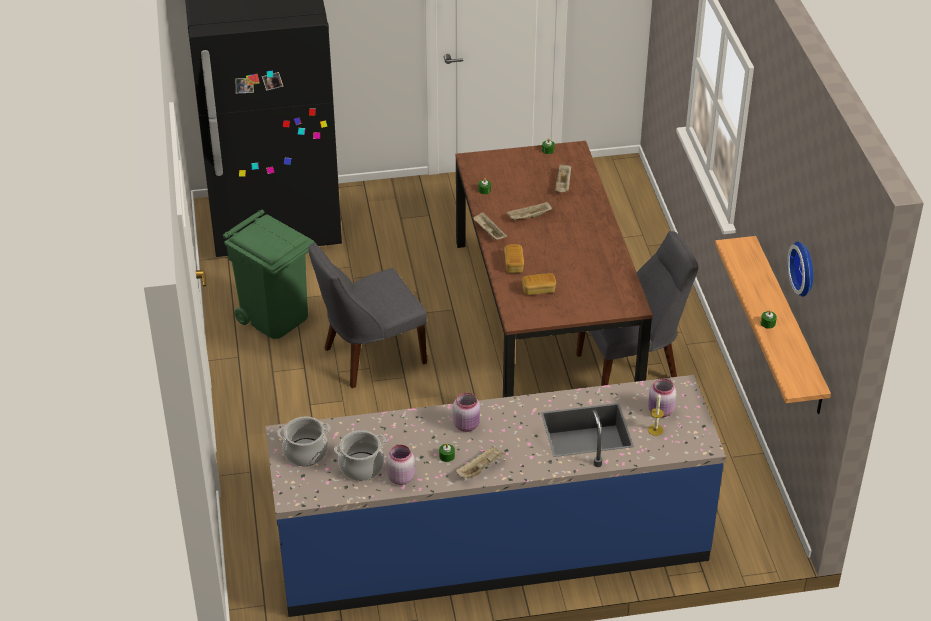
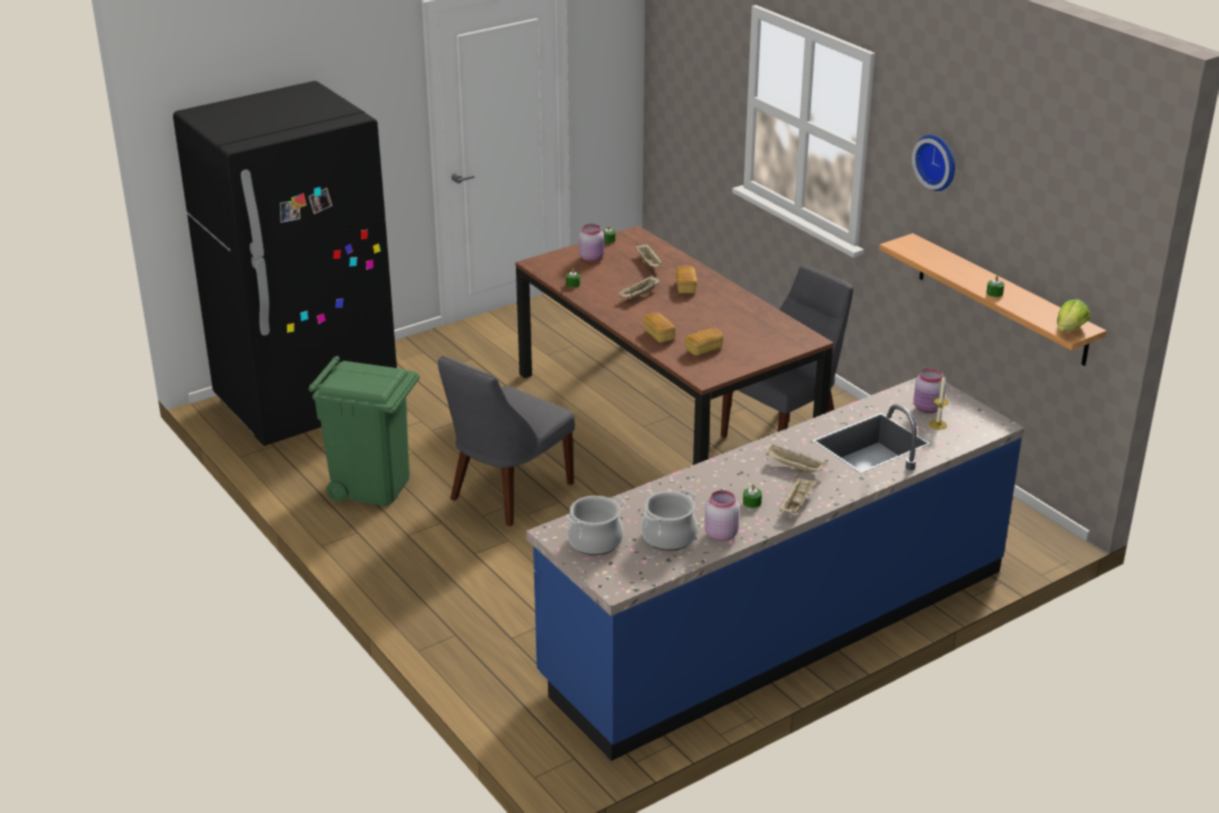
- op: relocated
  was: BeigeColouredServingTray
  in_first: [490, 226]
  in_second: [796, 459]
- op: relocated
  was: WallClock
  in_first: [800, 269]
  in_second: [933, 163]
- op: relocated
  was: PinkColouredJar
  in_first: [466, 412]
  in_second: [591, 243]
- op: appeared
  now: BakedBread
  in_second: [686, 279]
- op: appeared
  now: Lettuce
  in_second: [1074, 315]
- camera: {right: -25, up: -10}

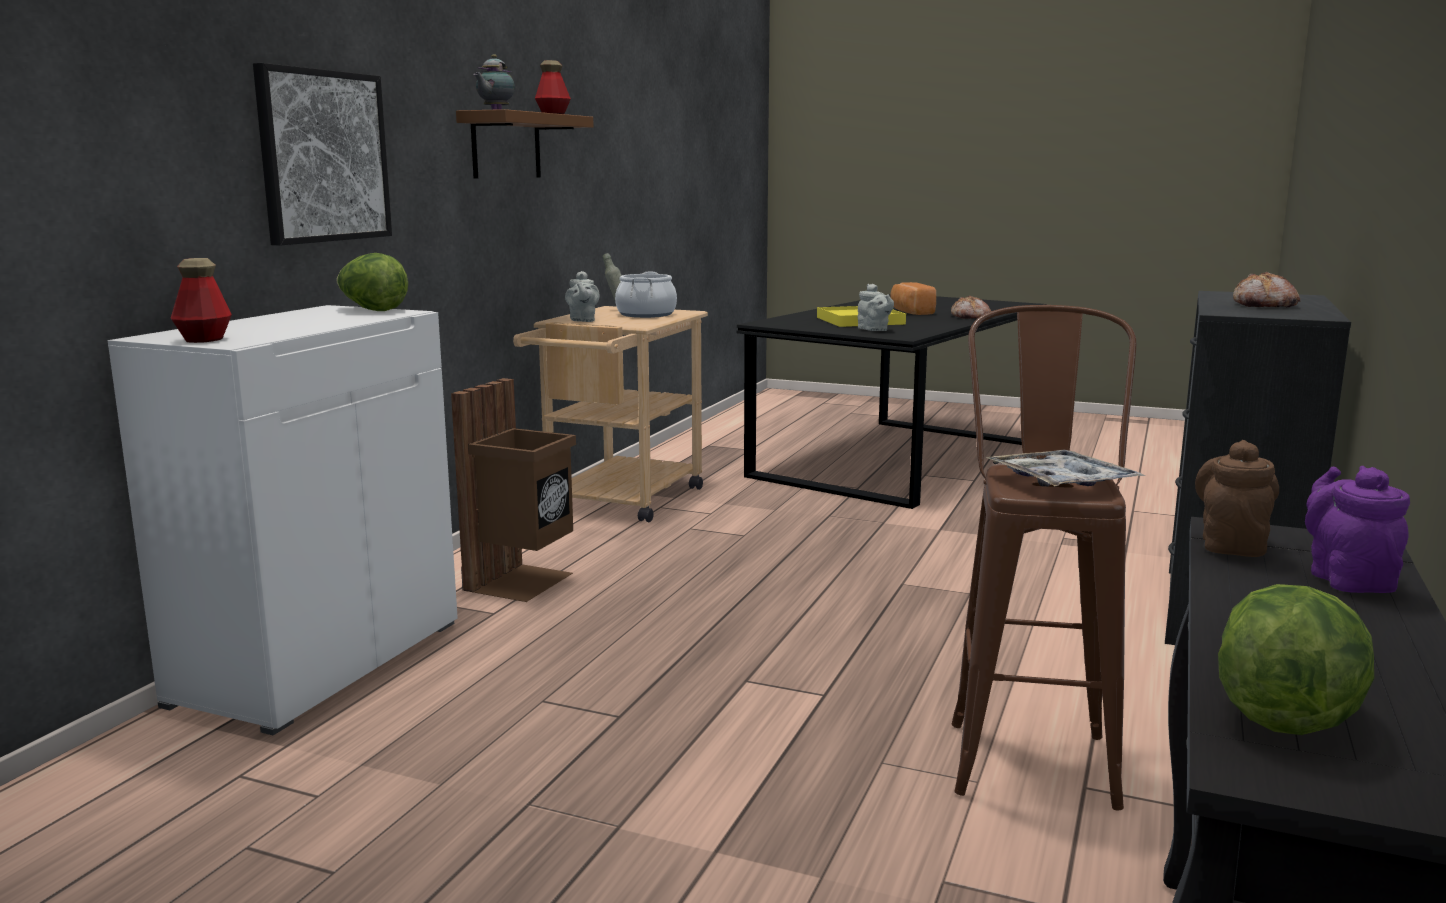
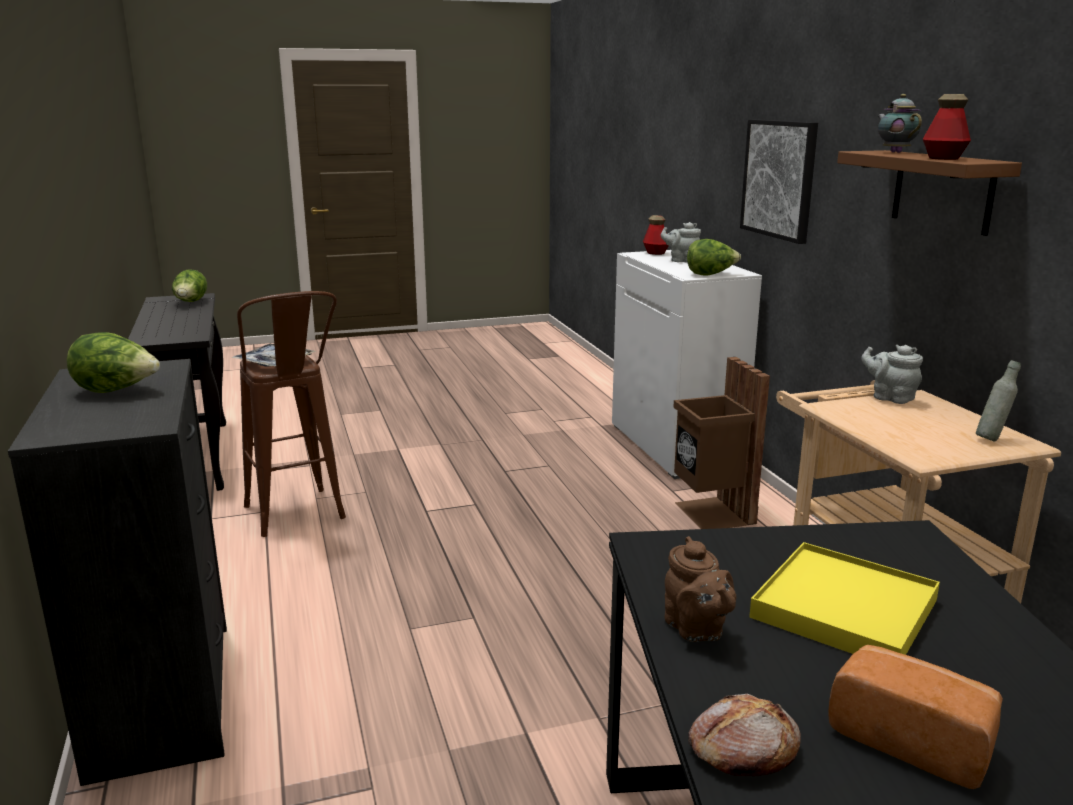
- op: missing
  was: Saucepot
  in_first: [646, 295]
- op: exchanged
  was: BakedBread
  now: Lettuce
  in_first: [1266, 289]
  in_second: [113, 362]
- op: relocated
  was: GreyishTeapot
  in_first: [875, 307]
  in_second: [681, 242]
- op: relocated
  was: BrownTeapot
  in_first: [1237, 498]
  in_second: [700, 589]
- op: missing
  was: PurplishTeapot
  in_first: [1357, 529]
- camera: {right: 140, up: 5}

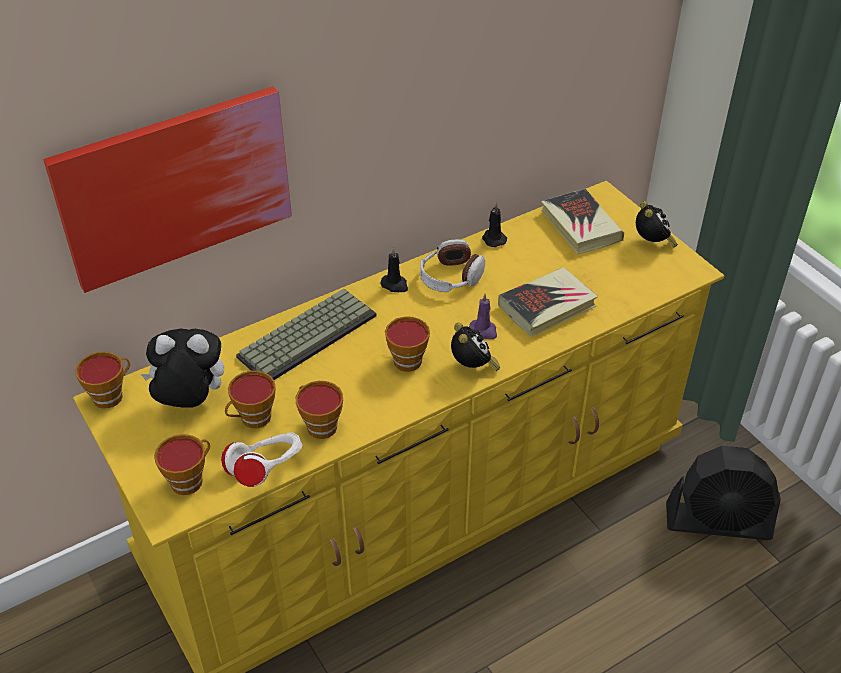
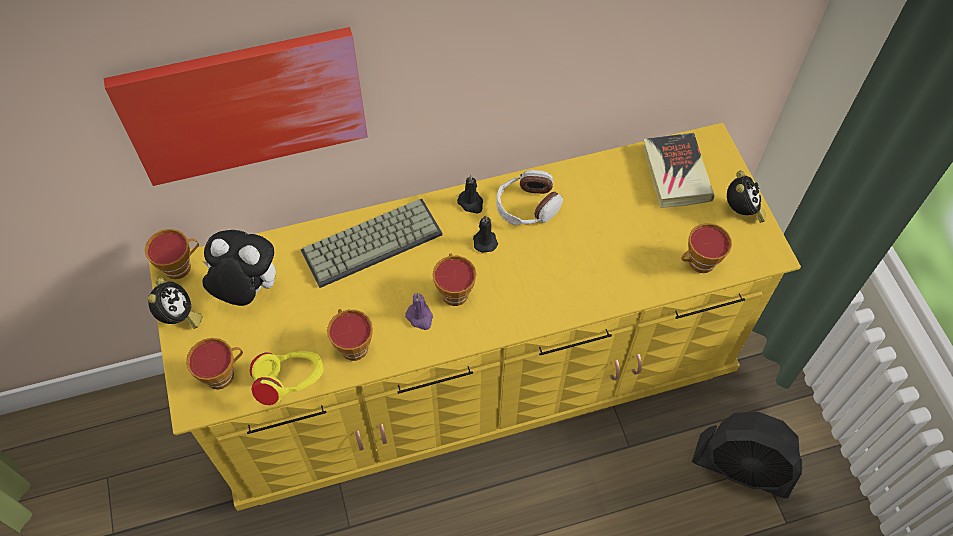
- op: relocated
  was: BlackColouredWaxLight
  in_first: [494, 225]
  in_second: [485, 234]
- op: missing
  was: Book
  in_first: [548, 302]
- op: relocated
  was: PurplishWaxLight
  in_first: [483, 316]
  in_second: [419, 311]
- op: relocated
  was: BedsideClock
  in_first: [475, 347]
  in_second: [174, 303]
- op: relocated
  was: Cup
  in_first: [250, 399]
  in_second: [706, 248]
- op: colour
  was: WhitishPairOfHeadphones
  now: YellowishPairOfHeadphones
  in_first: [261, 460]
  in_second: [287, 378]
- camera: {right: 15, up: 15}

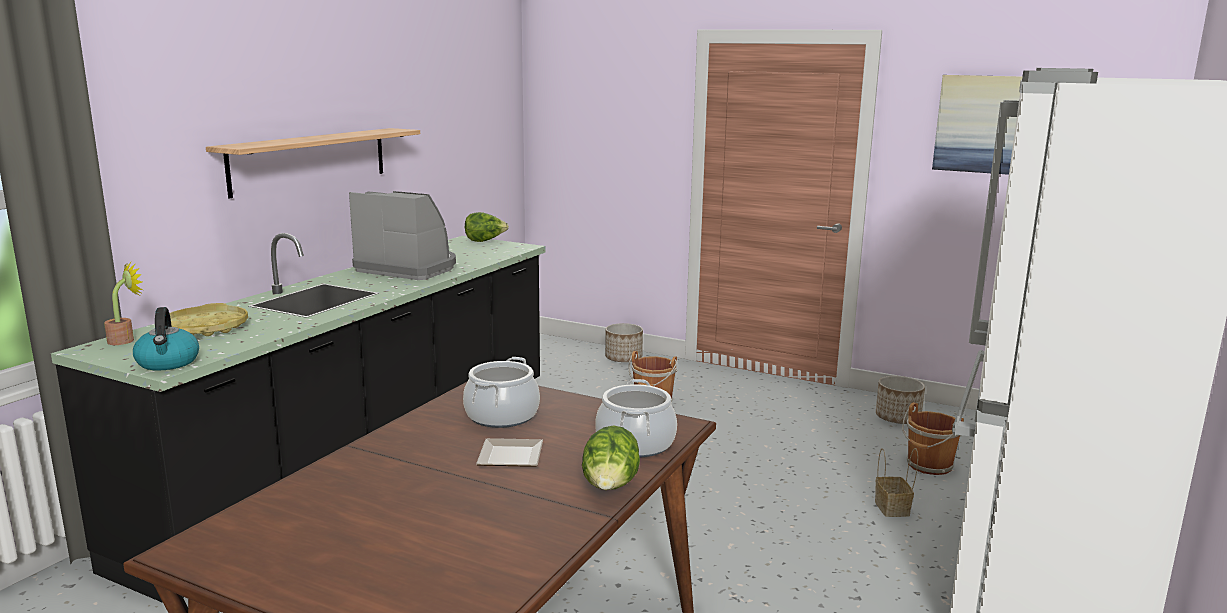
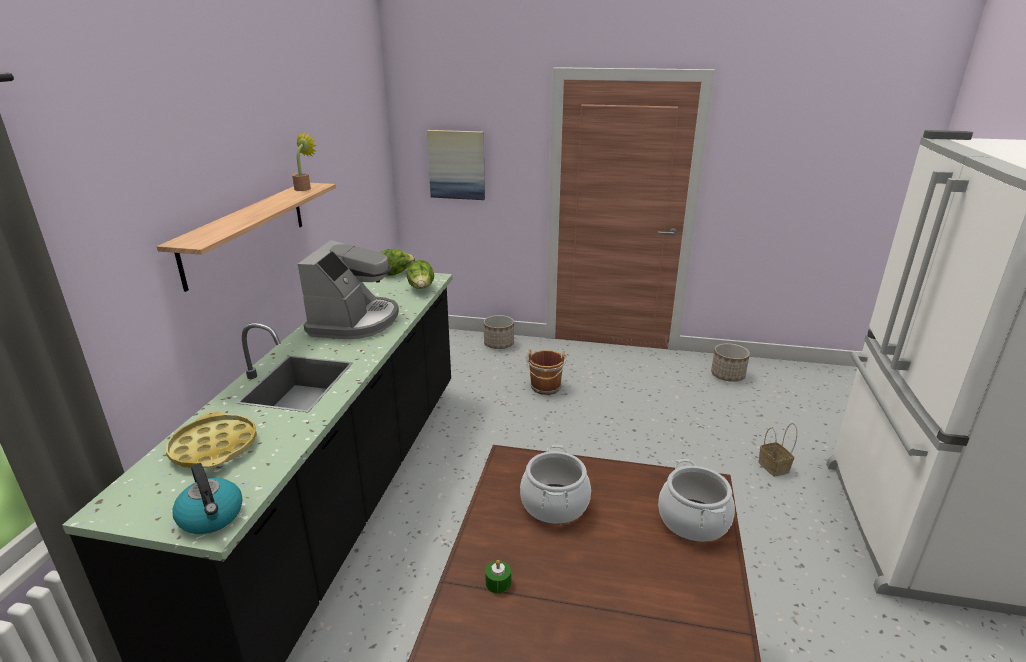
- op: relocated
  was: Picture
  in_first: [977, 125]
  in_second: [456, 165]
- op: spun
  was: CoffeeMachine
  in_first: [402, 235]
  in_second: [348, 290]
  clockwise: 90
- op: relocated
  was: PlantInAPot
  in_first: [123, 303]
  in_second: [304, 161]
- op: missing
  was: BrownBucket
  in_first: [933, 438]
- op: relocated
  was: Lettuce
  in_first: [611, 457]
  in_second: [420, 274]
- op: missing
  was: Plate
  in_first: [509, 452]
- op: appeared
  now: GreenColouredWaxLight
  in_second: [498, 576]
- camera: {right: -15, up: 10}

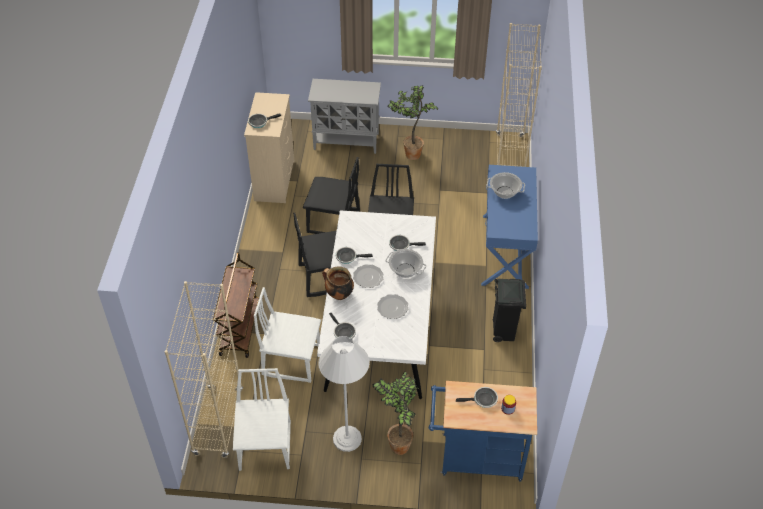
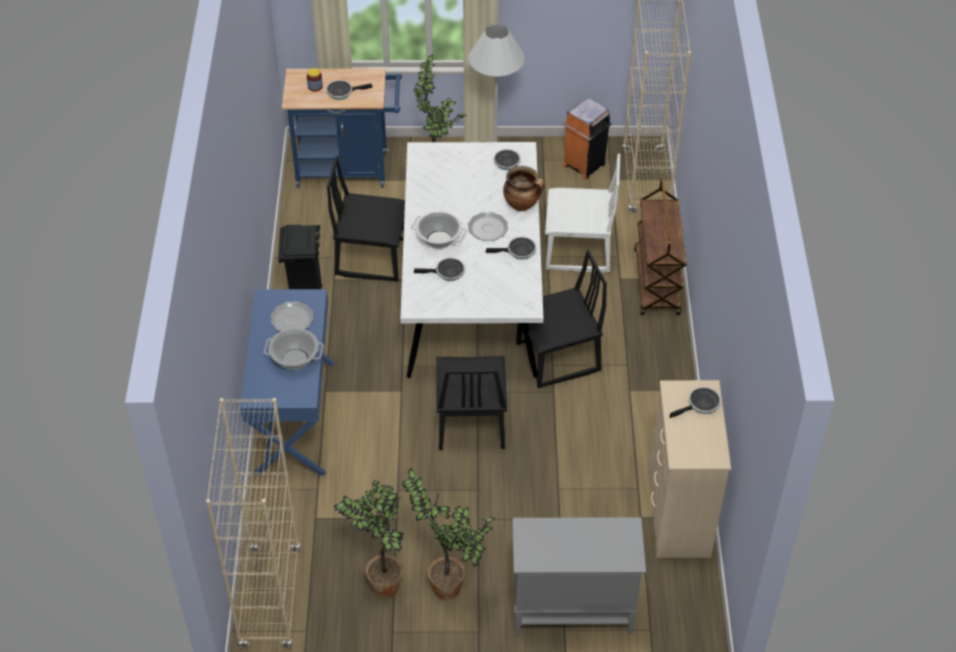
- op: relocated
  was: BlackColouredChair
  in_first: [331, 195]
  in_second: [366, 219]
- op: relocated
  was: Plate
  in_first: [392, 306]
  in_second: [292, 316]
- op: exchanged
  was: WhitishChair
  now: OrangeyRubbishBin
  in_first: [262, 419]
  in_second: [587, 138]
- op: appeared
  now: PlantInAPot
  in_second: [368, 539]
- camera: {right: 175, up: 0}

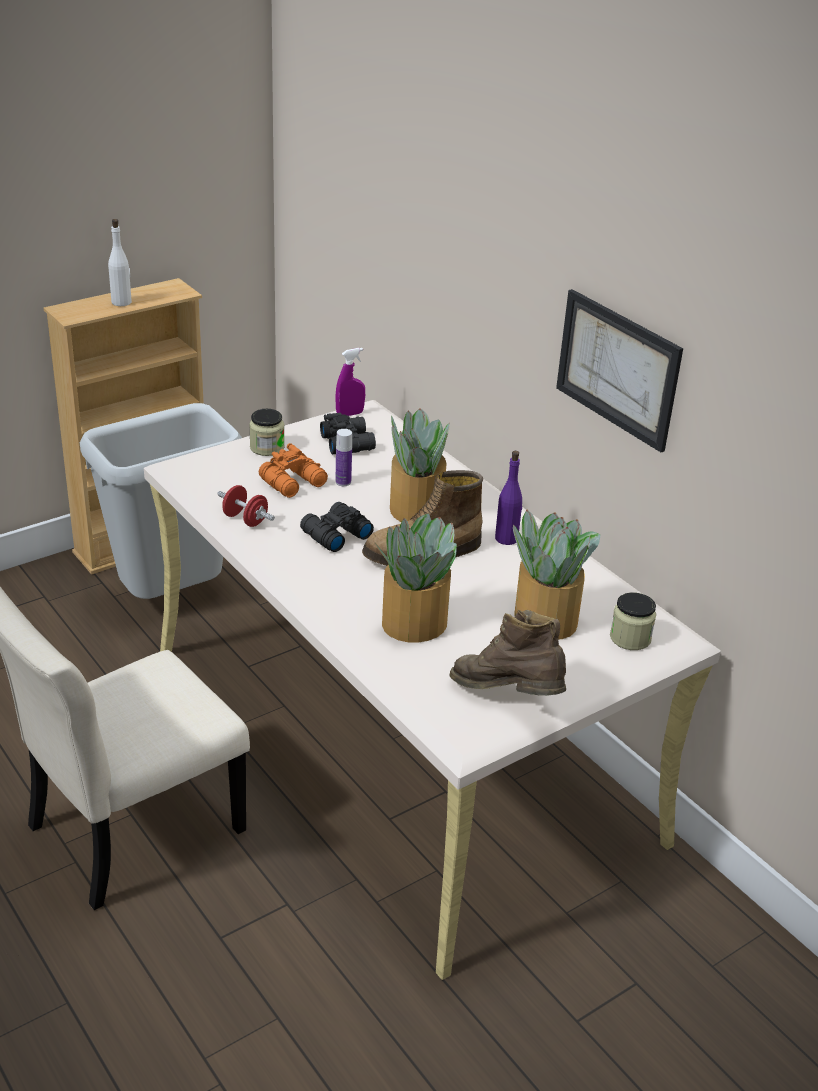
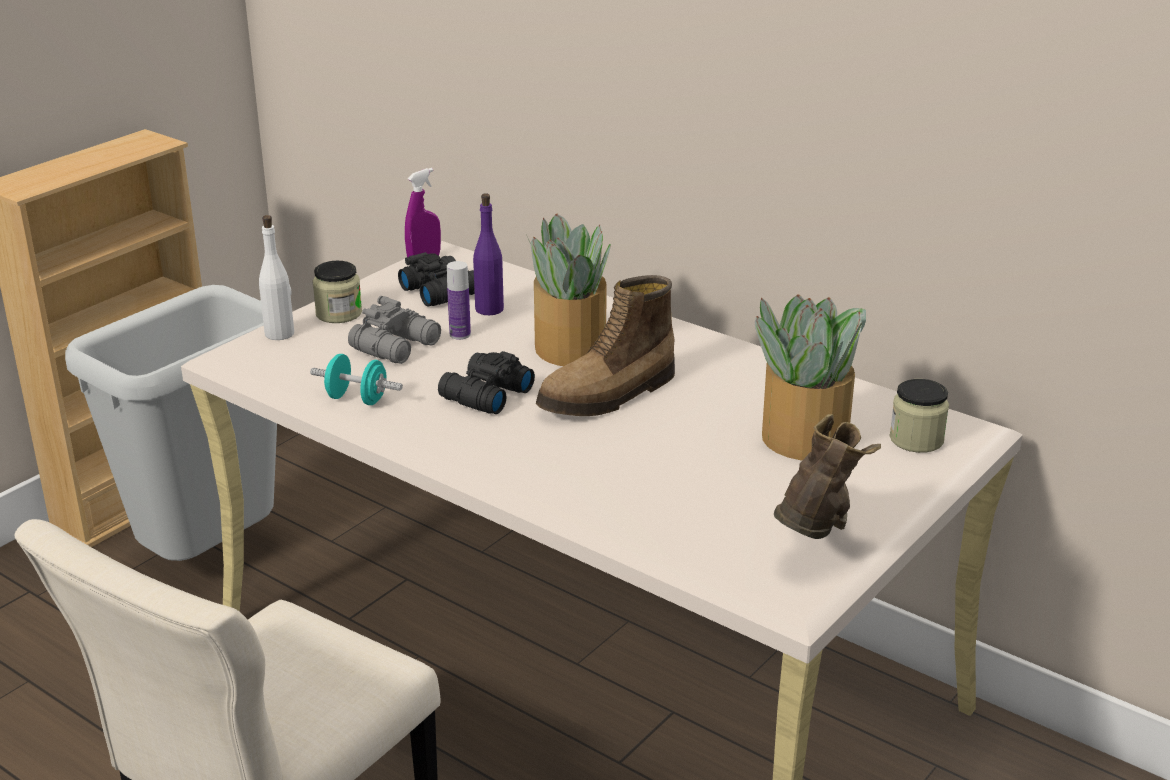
- op: relocated
  was: WhitishBottle
  in_first: [120, 262]
  in_second: [276, 277]
- op: missing
  was: Picture
  in_first: [619, 370]
- op: colour
  was: OrangeyFieldGlasses
  now: GreyishFieldGlasses
  in_first: [293, 470]
  in_second: [394, 330]
- op: relocated
  was: PurplishBottle
  in_first: [508, 498]
  in_second: [488, 254]
- op: colour
  was: RedColouredFreeWeight
  now: TurquoiseColouredFreeWeight
  in_first: [246, 506]
  in_second: [356, 379]
- op: missing
  was: PlantInAPot
  in_first: [416, 578]
- op: spun
  was: BrownTallBoot
  in_first: [507, 652]
  in_second: [827, 476]
  clockwise: 90
- camera: {right: -15, up: -5}

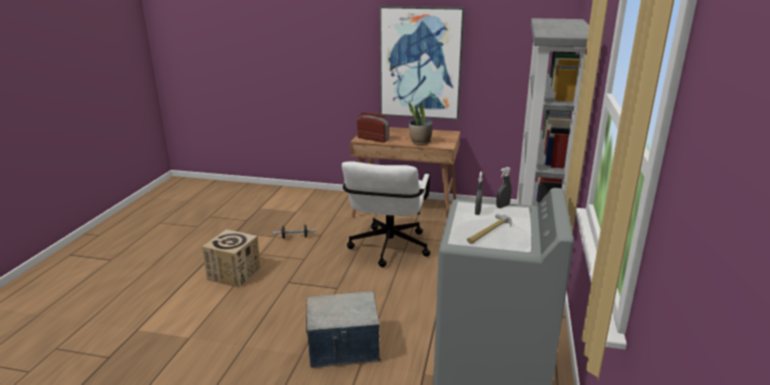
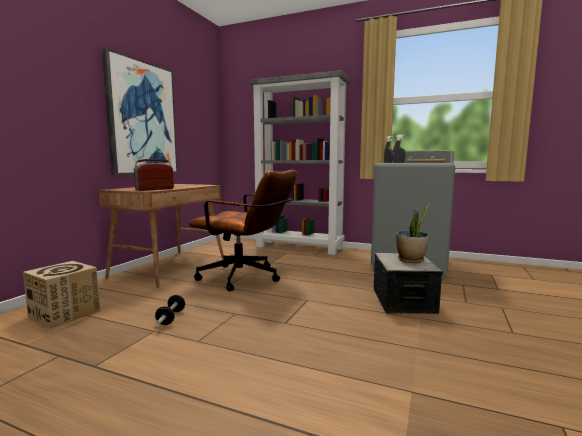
- op: relocated
  was: PlantInAPot
  in_first: [421, 123]
  in_second: [413, 233]
- op: colour
  was: WhitishComputerChair
  now: BrownComputerChair
  in_first: [386, 214]
  in_second: [243, 230]
- op: relocated
  was: Carton
  in_first: [231, 258]
  in_second: [62, 294]
- camera: {right: -80, up: -15}

